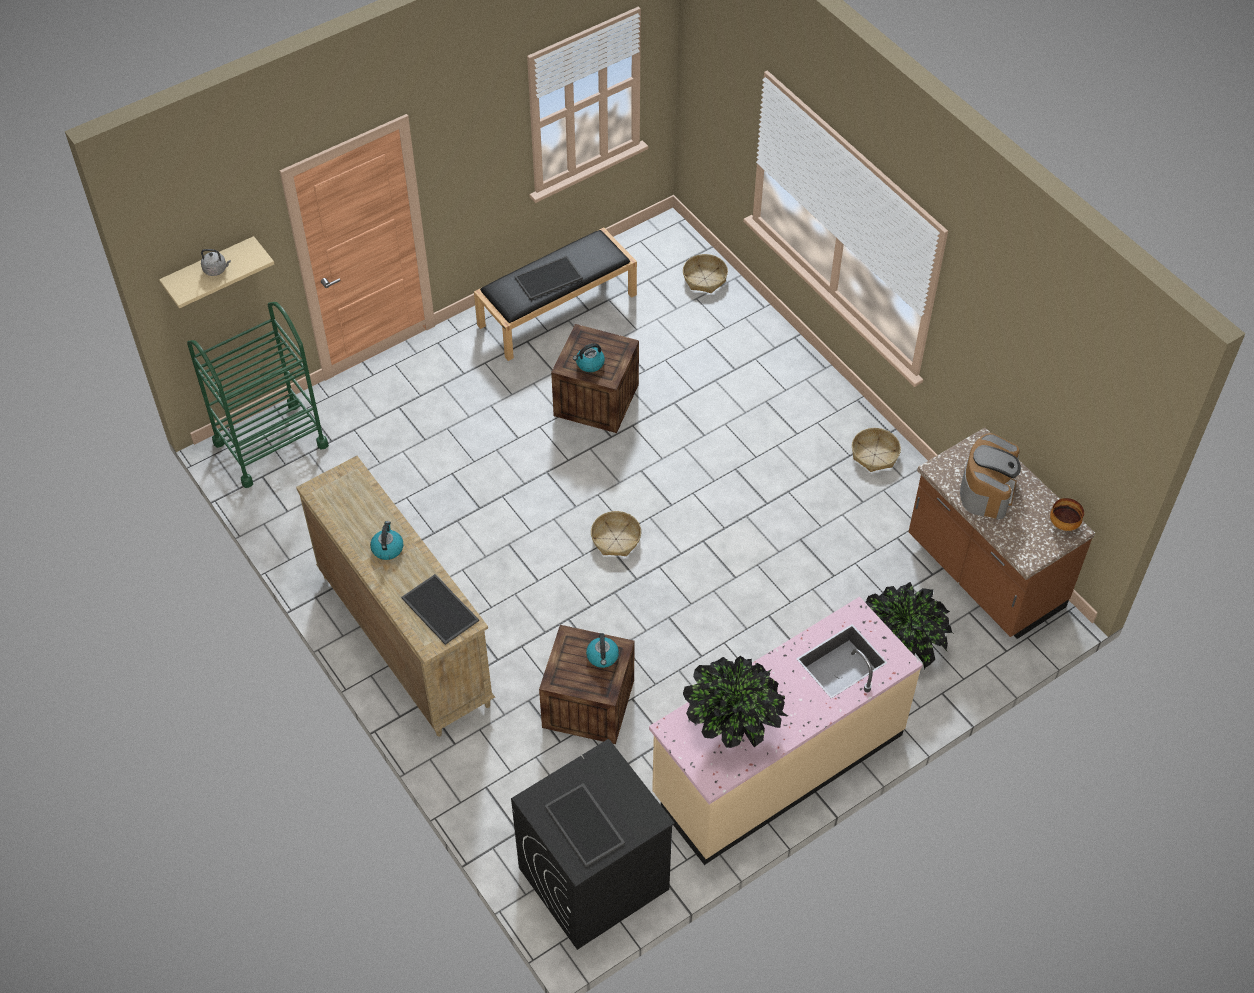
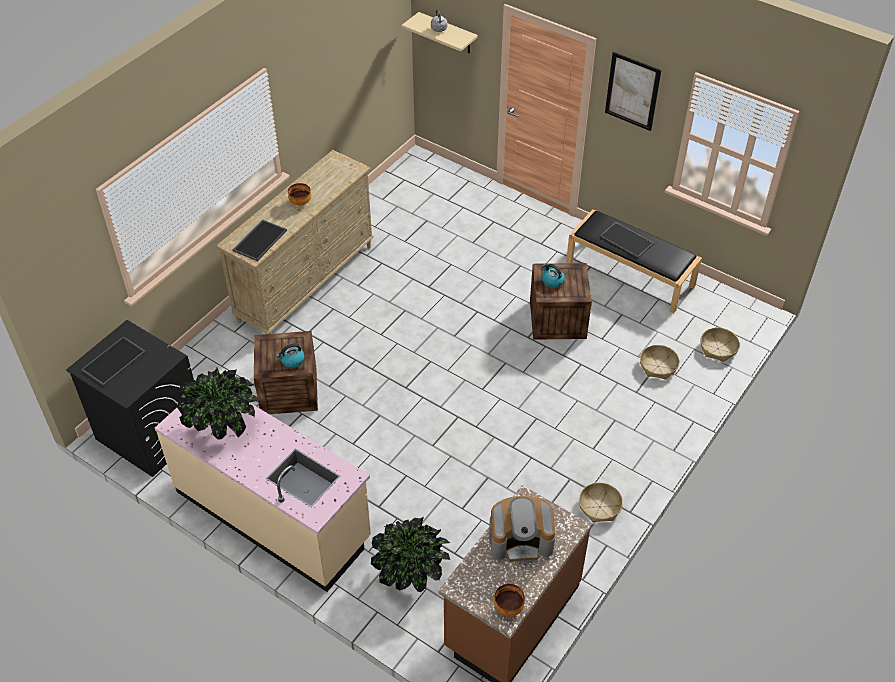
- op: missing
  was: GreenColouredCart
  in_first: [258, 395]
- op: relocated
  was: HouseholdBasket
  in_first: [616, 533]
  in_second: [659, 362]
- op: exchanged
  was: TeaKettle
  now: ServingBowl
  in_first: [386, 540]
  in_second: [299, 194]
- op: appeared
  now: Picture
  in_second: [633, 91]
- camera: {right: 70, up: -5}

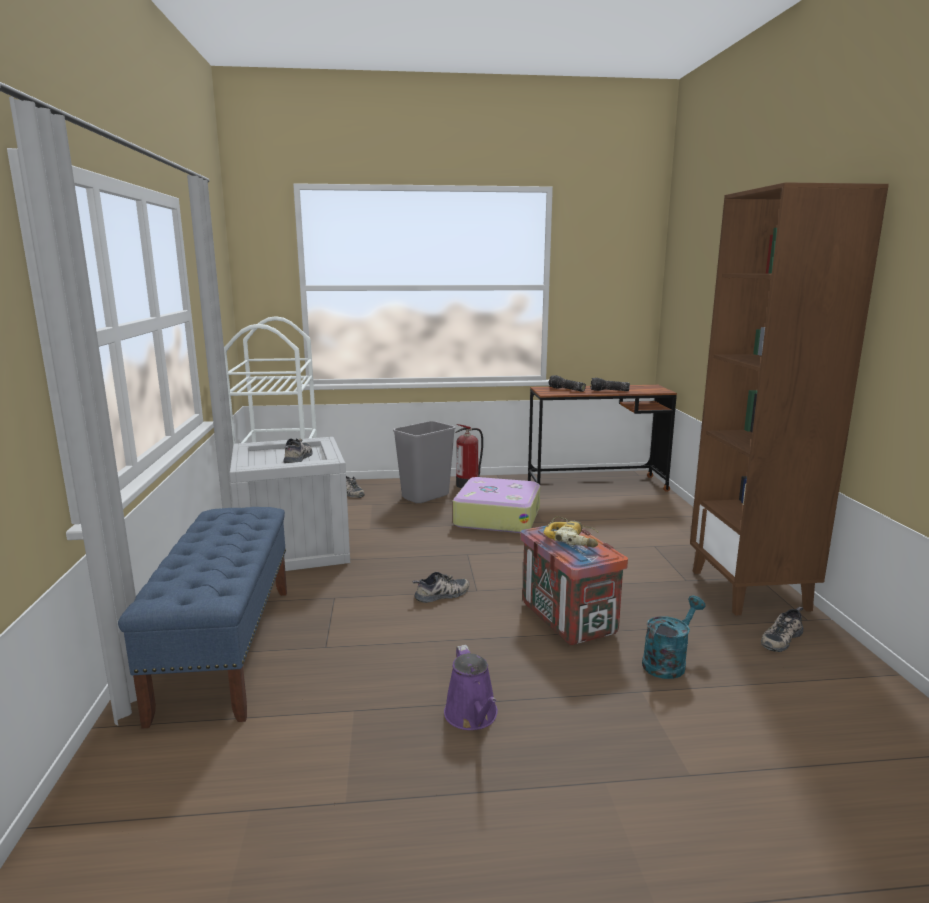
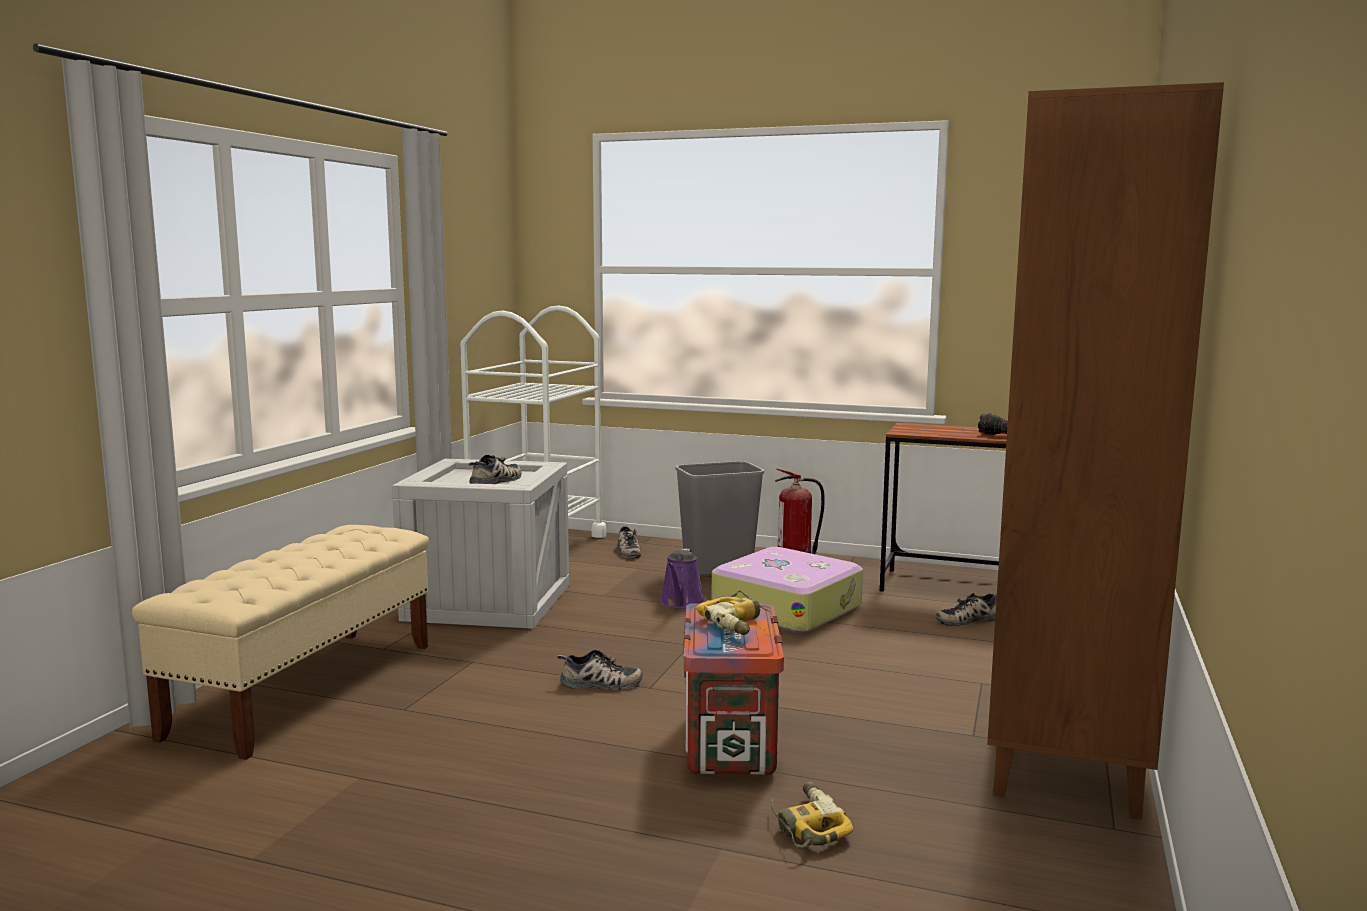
- op: missing
  was: Torch
  in_first: [567, 383]
- op: colour
  was: BluishLongSeat
  now: BeigeColouredLongSeat
  in_first: [202, 618]
  in_second: [280, 642]
- op: exchanged
  was: TurquoiseColouredWateringCan
  now: Drill
  in_first: [674, 637]
  in_second: [812, 815]
- op: relocated
  was: LowShoe
  in_first: [782, 629]
  in_second: [966, 609]
- op: relocated
  was: PurplishWateringCan
  in_first: [471, 687]
  in_second: [682, 579]
- camera: {right: 25, up: -5}

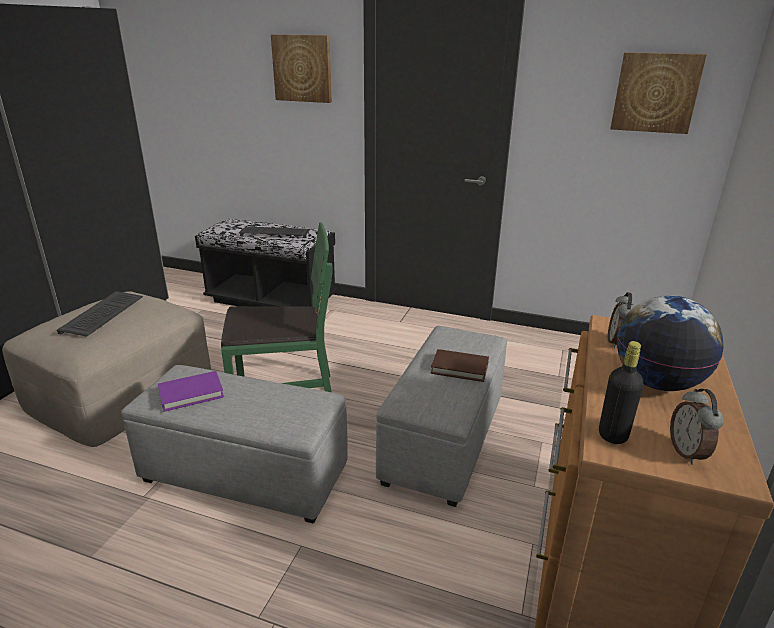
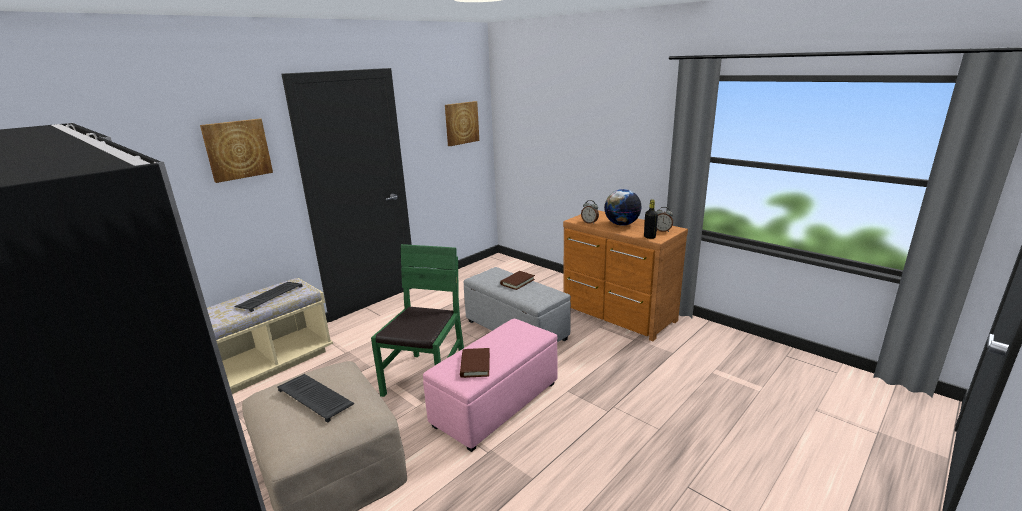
- op: colour
  was: BlackColouredLongSeat
  now: BeigeColouredLongSeat
  in_first: [266, 263]
  in_second: [270, 336]
- op: colour
  was: GreyishFootrest
  now: PinkColouredFootrest
  in_first: [234, 444]
  in_second: [490, 385]
- op: colour
  was: PurplishBook
  now: BrownBook
  in_first: [191, 391]
  in_second: [475, 363]
- camera: {right: -65, up: -5}

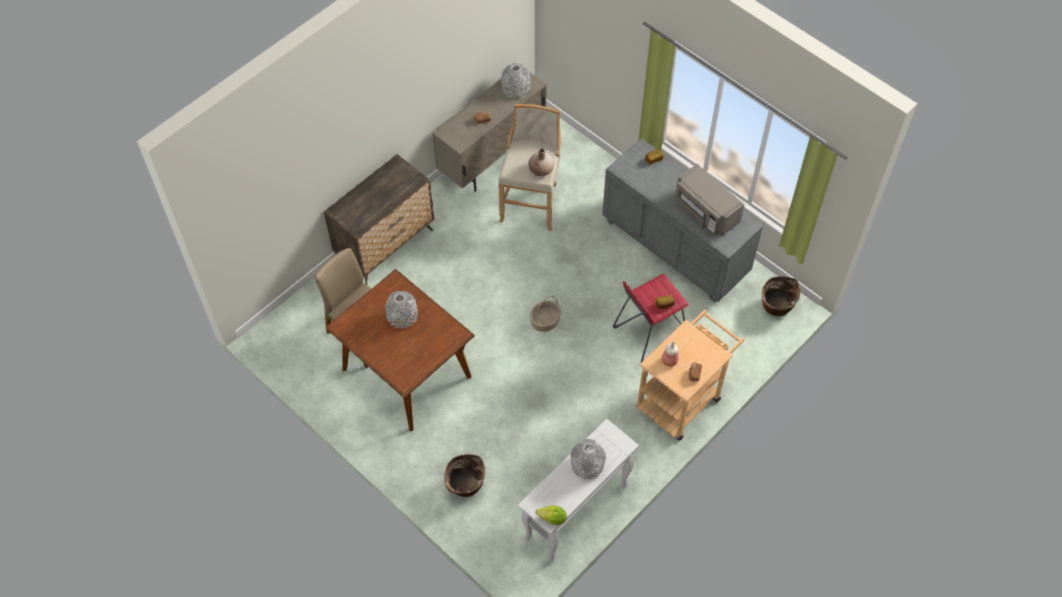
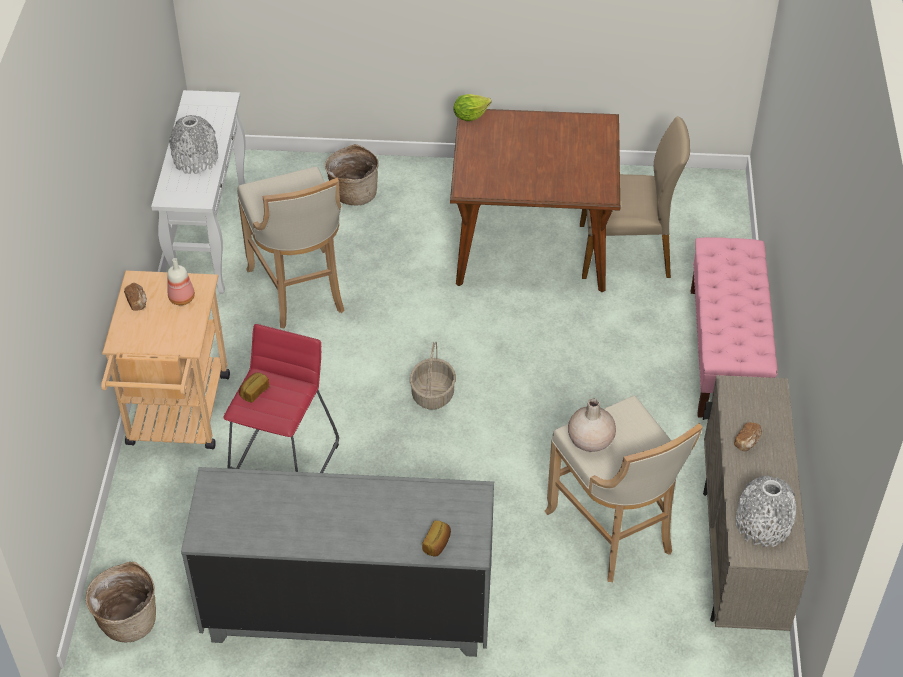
- op: exchanged
  was: DrawerChest
  now: PinkColouredLongSeat
  in_first: [379, 219]
  in_second: [734, 327]
- op: missing
  was: GreyishMicrowaveOven
  in_first: [709, 200]
- op: missing
  was: GreyishFlowerVase
  in_first: [401, 310]
- op: relocated
  was: Lettuce
  in_first: [551, 515]
  in_second: [472, 107]
- op: appeared
  now: BeigeColouredStoolSeat
  in_second: [290, 248]
- camera: {right: 140, up: -10}

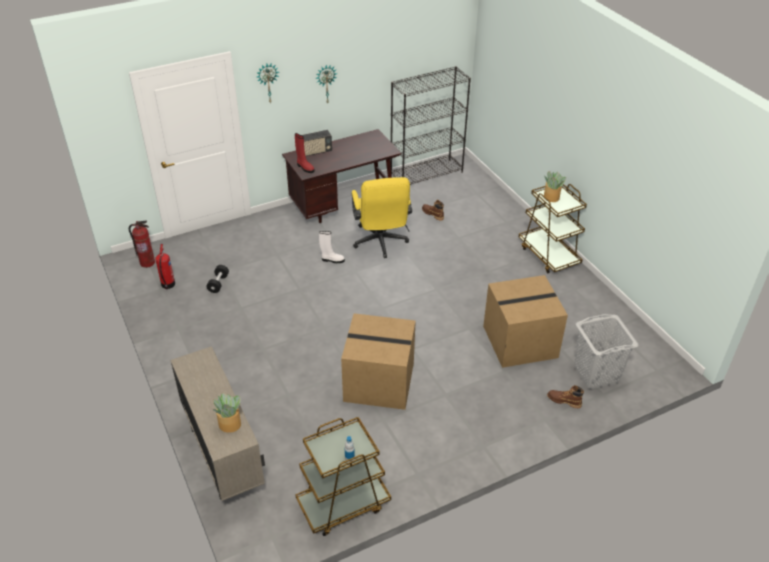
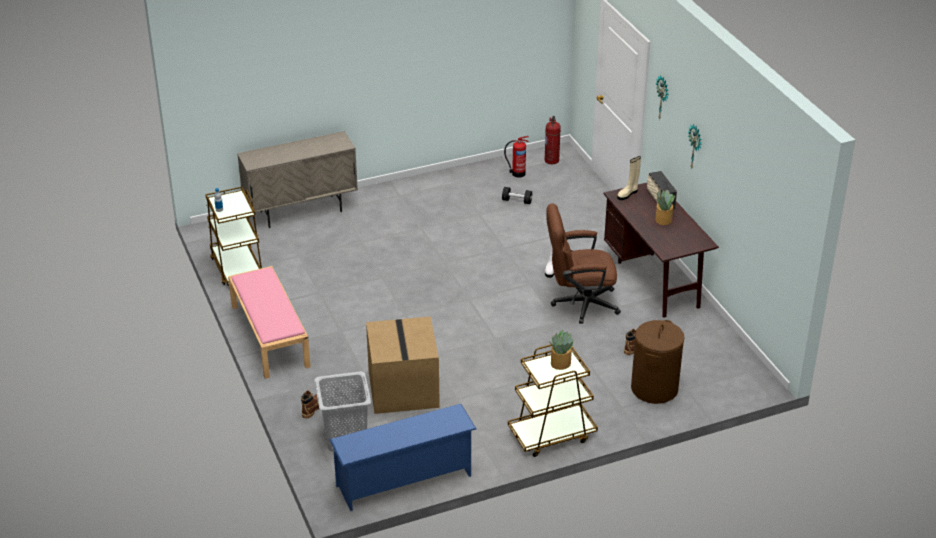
- op: missing
  was: BlackColouredBookcase
  in_first: [430, 125]
- op: colour
  was: RedColouredTallBoot
  now: BeigeColouredTallBoot
  in_first: [305, 153]
  in_second: [629, 178]
- op: colour
  was: YellowishComputerChair
  now: BrownComputerChair
  in_first: [382, 217]
  in_second: [584, 264]
- op: missing
  was: Carton
  in_first: [378, 361]
- op: relocated
  was: PlantInAPot
  in_first: [227, 413]
  in_second: [665, 207]
- op: appeared
  now: PinkColouredLongSeat
  in_second: [269, 322]
- op: appeared
  now: BrownWashingBasket
  in_second: [658, 362]
- op: appeared
  now: BluishShoeShelf
  in_second: [403, 457]
- camera: {right: 95, up: -5}

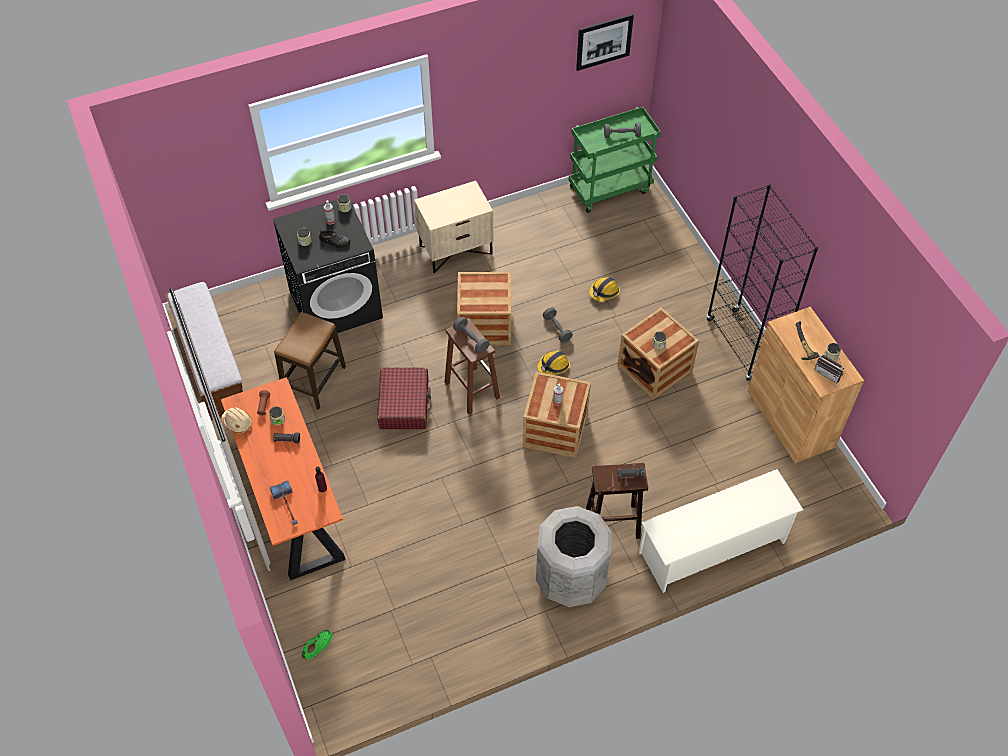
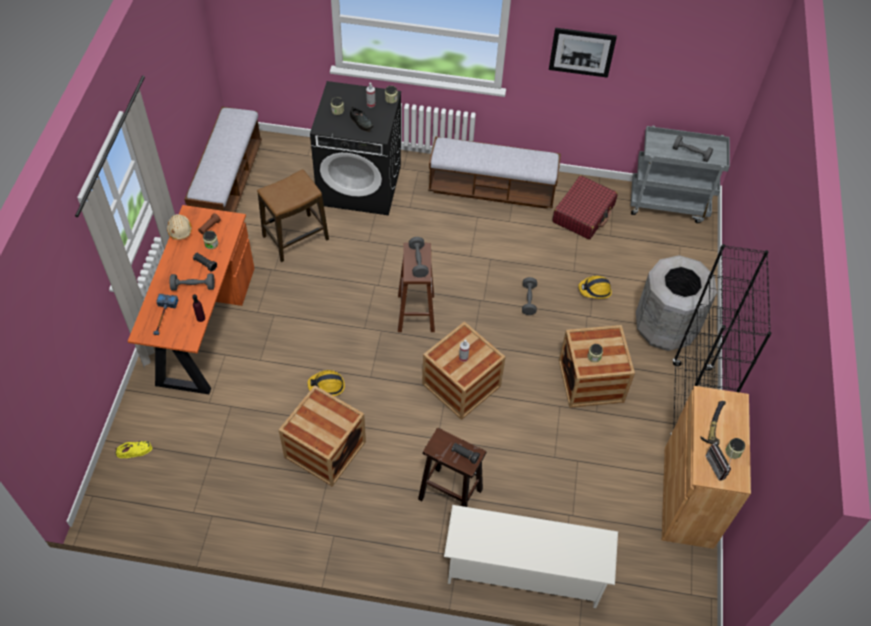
- op: relocated
  was: Picture
  in_first: [605, 42]
  in_second: [583, 53]
- op: colour
  was: GreenColouredCart
  now: GreyishCart
  in_first: [615, 160]
  in_second: [680, 174]
- op: exchanged
  was: BeigeColouredNightstand
  now: LongSeat
  in_first: [453, 227]
  in_second: [494, 172]
- op: relocated
  was: ShippingCrate
  in_first: [484, 309]
  in_second: [322, 436]
- op: relocated
  was: WorkHelmet
  in_first: [553, 363]
  in_second: [326, 383]
- op: relocated
  was: RedColouredTravelCase
  in_first: [404, 398]
  in_second: [585, 207]
- op: relocated
  was: GreyishRubbishBin
  in_first: [574, 556]
  in_second: [676, 303]
- op: colour
  was: GreenColouredLowShoe
  now: YellowishLowShoe
  in_first: [317, 644]
  in_second: [134, 449]
- op: appeared
  now: GreyishFreeWeight
  in_second: [192, 282]
- camera: {right: 30, up: 0}

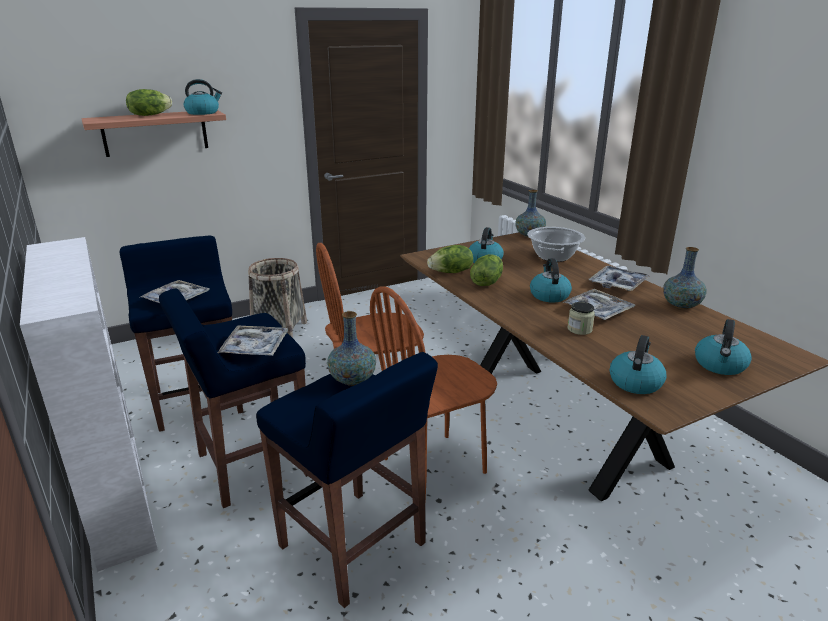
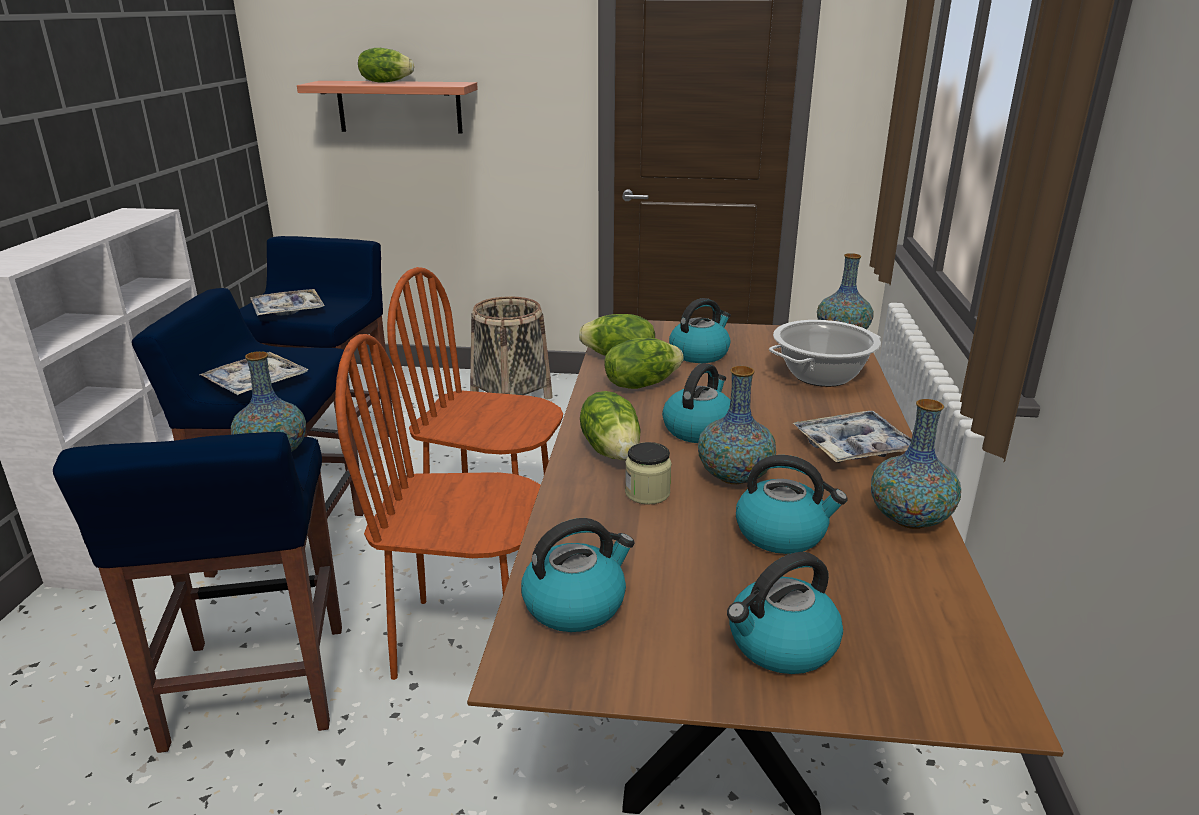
- op: relocated
  was: TeaKettle
  in_first: [203, 97]
  in_second: [792, 504]
- op: exchanged
  was: ServingTray
  now: FlowerVase
  in_first: [599, 304]
  in_second: [737, 425]
- op: appeared
  now: Lettuce
  in_second: [610, 425]
- camera: {right: 35, up: 0}

